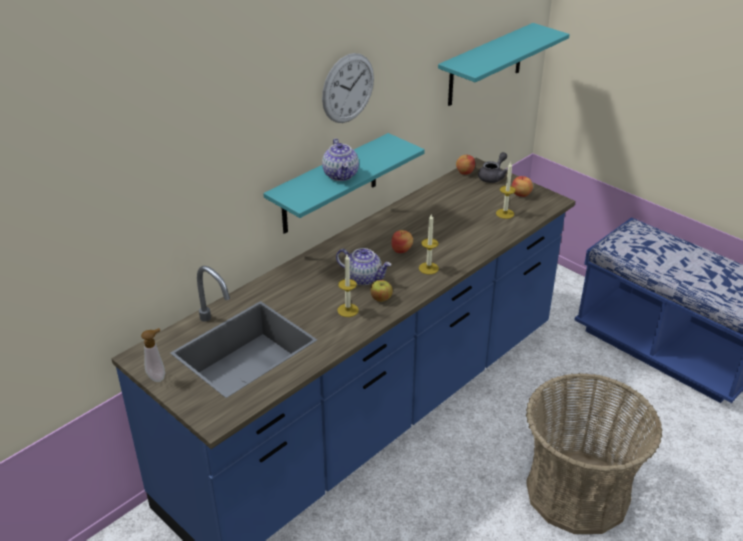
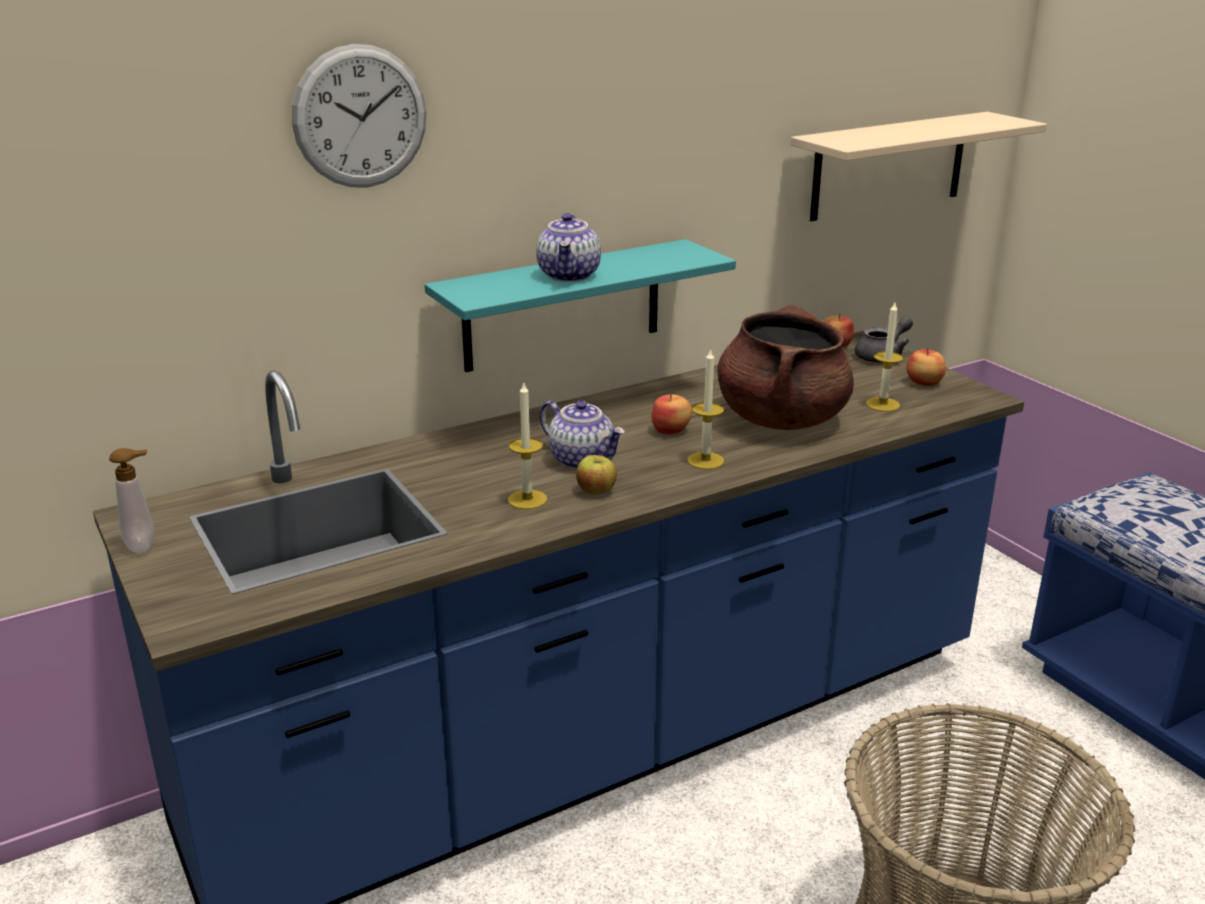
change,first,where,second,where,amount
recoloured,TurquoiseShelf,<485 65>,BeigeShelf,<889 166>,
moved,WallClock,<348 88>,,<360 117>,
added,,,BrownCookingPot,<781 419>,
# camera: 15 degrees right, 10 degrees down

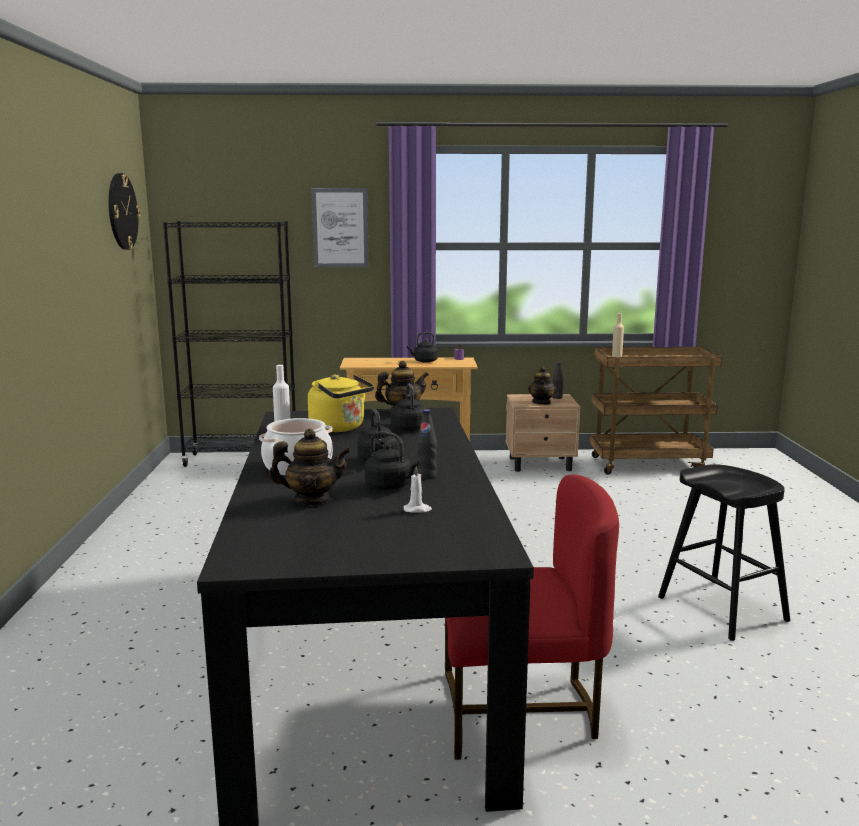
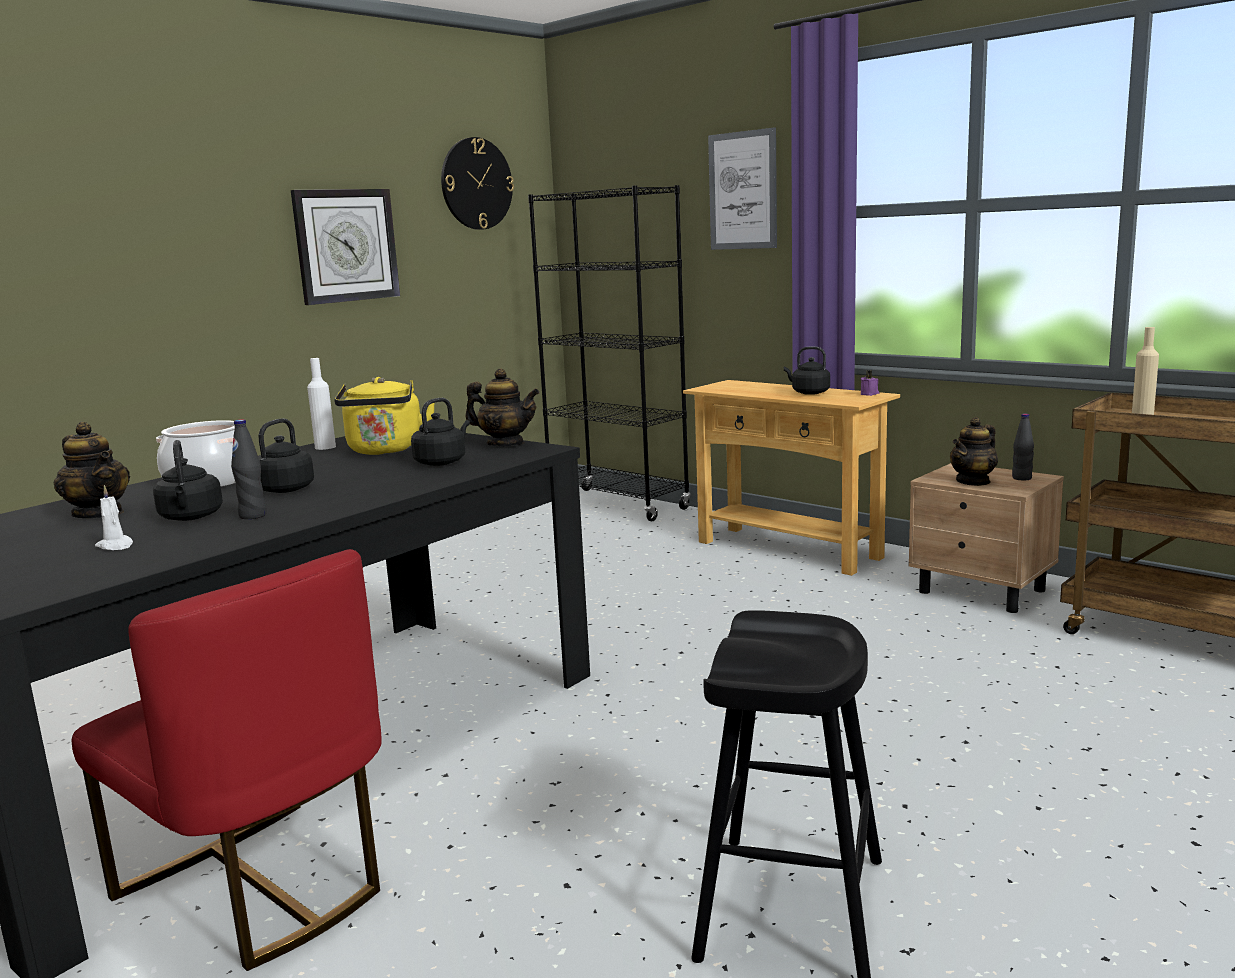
change,first,where,second,where,amount
added,,,WallClock,<346 245>,
# camera: 45 degrees right, 0 degrees up

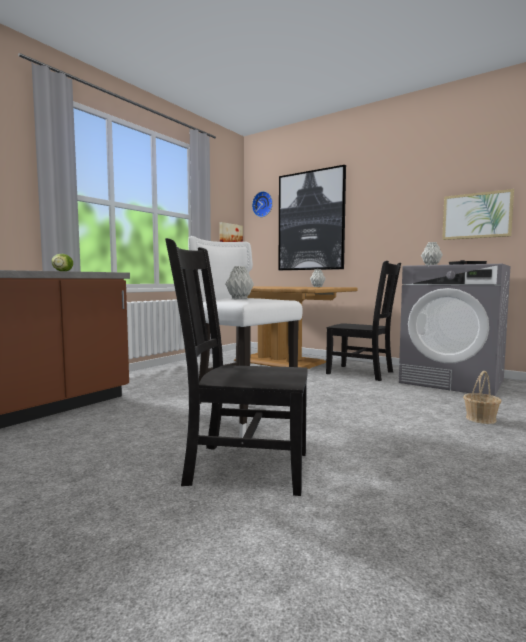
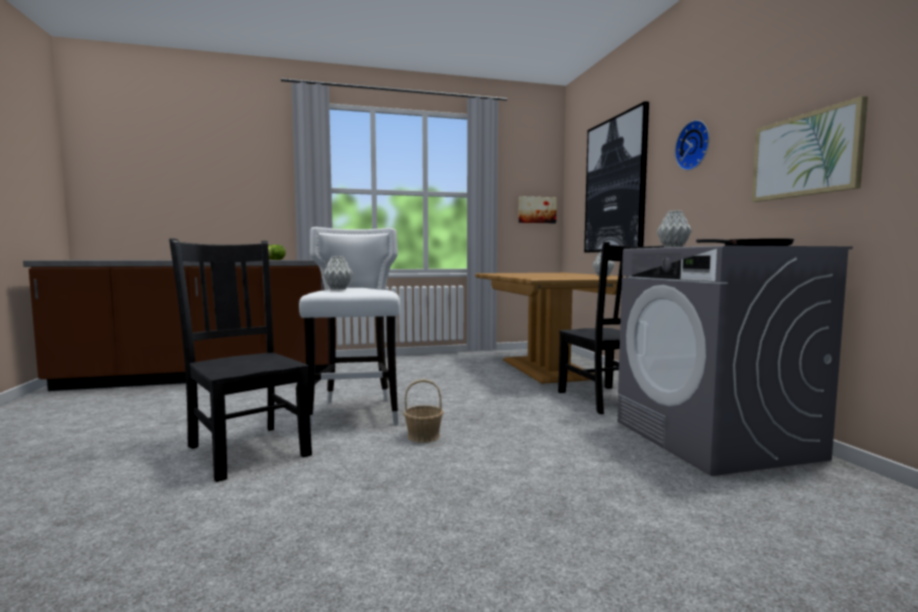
change,first,where,second,where,amount
moved,WallClock,<263 204>,,<694 145>,
moved,Basket,<481 419>,,<424 436>,
# camera: 40 degrees right, 0 degrees up

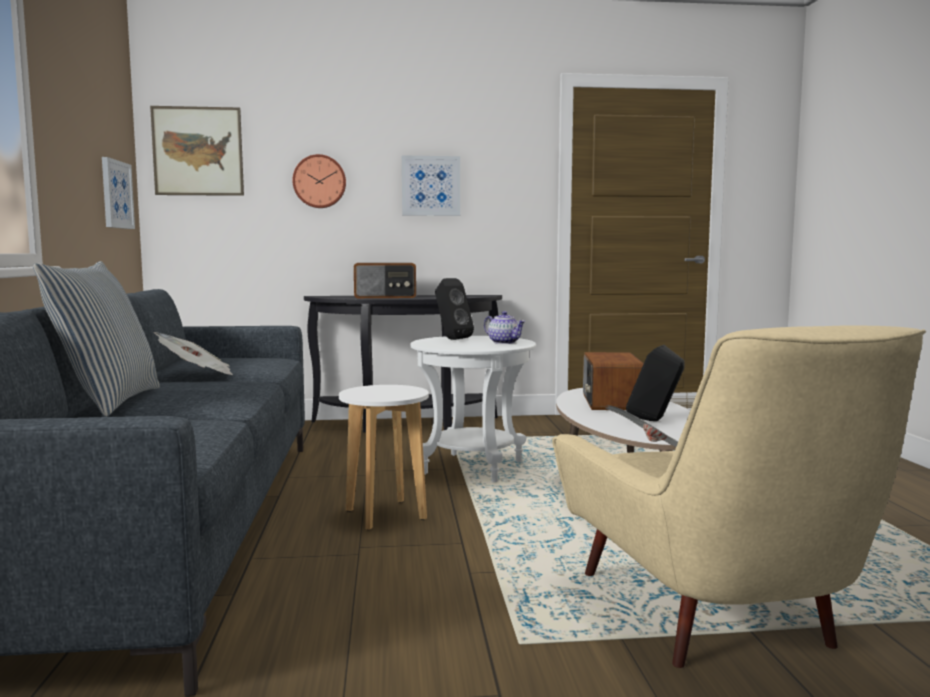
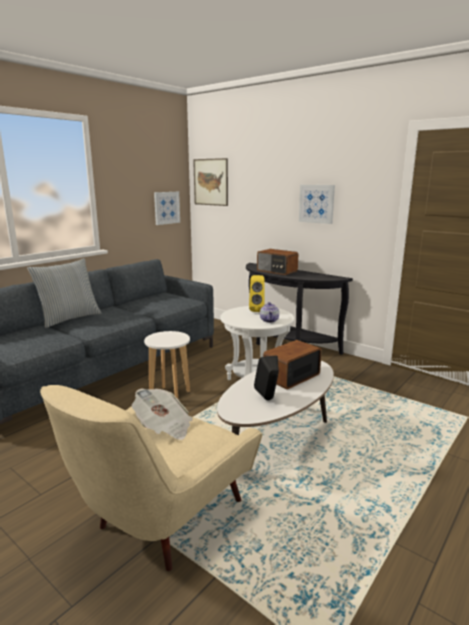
change,first,where,second,where,amount
removed,WallClock,<319 181>,,,
recoloured,BlackSpeaker,<451 339>,YellowSpeaker,<257 310>,
removed,Newspaper,<197 374>,,,
# camera: 45 degrees right, 10 degrees up

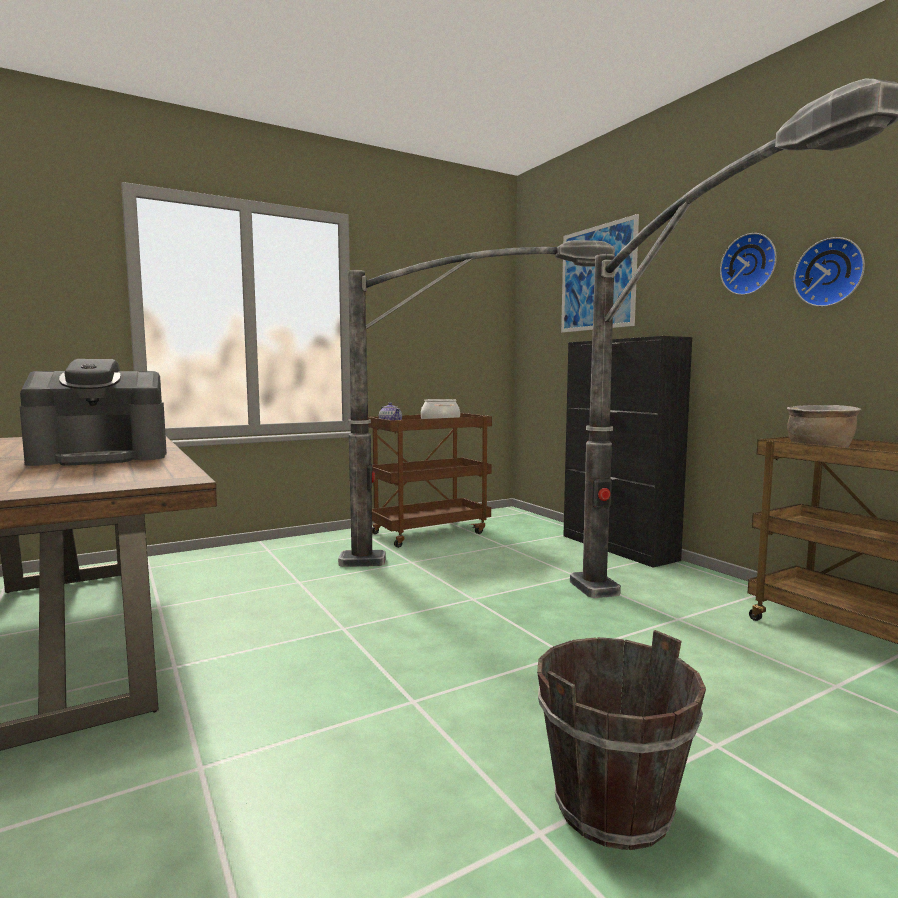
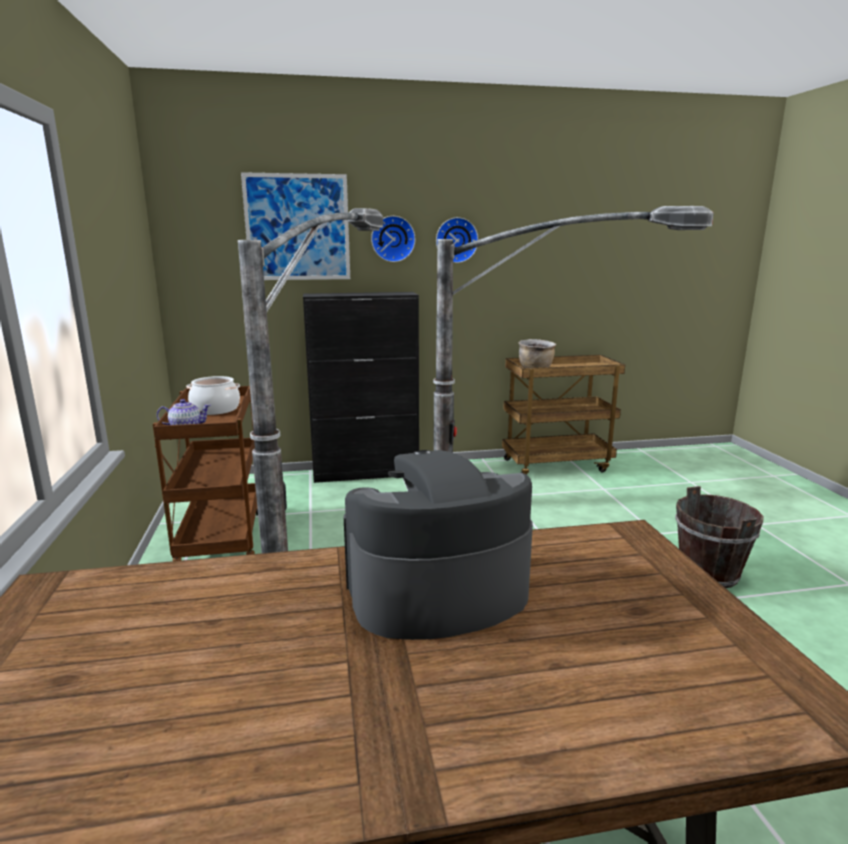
change,first,where,second,where,amount
moved,WallClock,<830 273>,,<392 239>,
turned,CoffeeMachine,<101 457>,,<436 591>,105 degrees counterclockwise
# camera: 70 degrees left, 10 degrees up

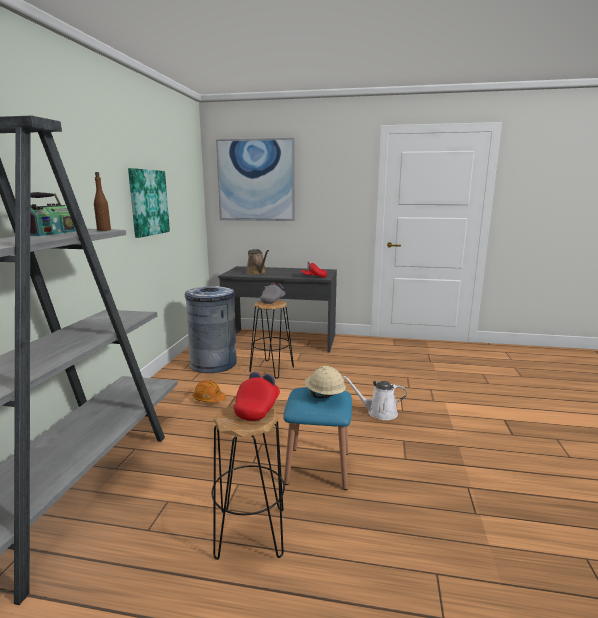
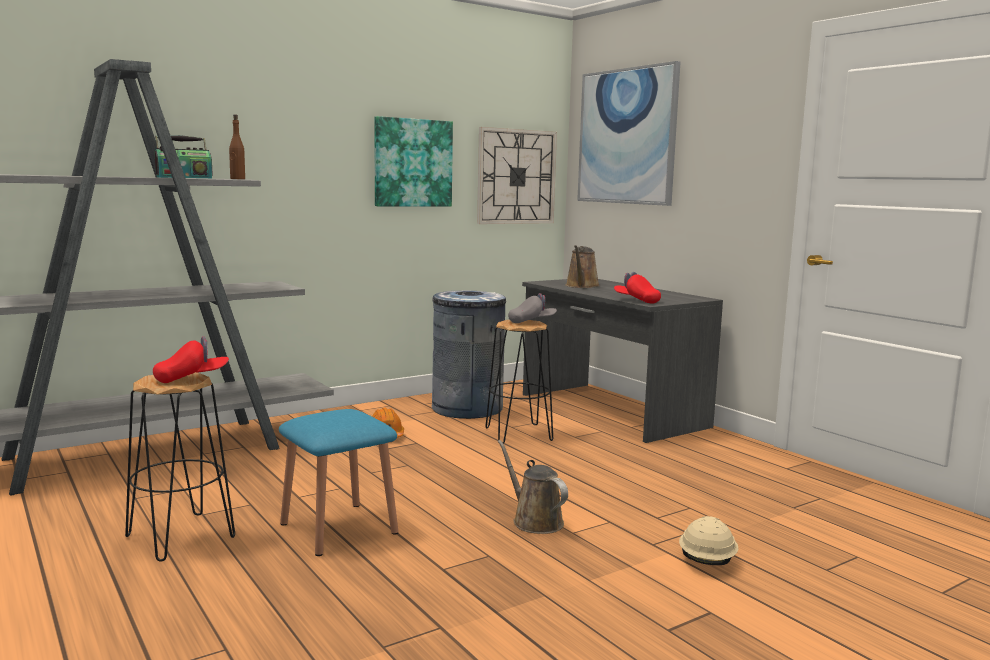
change,first,where,second,where,amount
moved,BeigeHardHat,<324 395>,,<706 561>,
recoloured,WhiteWateringCan,<379 412>,BrownWateringCan,<534 521>,
added,,,WallClock,<516 177>,
# camera: 45 degrees right, 5 degrees down

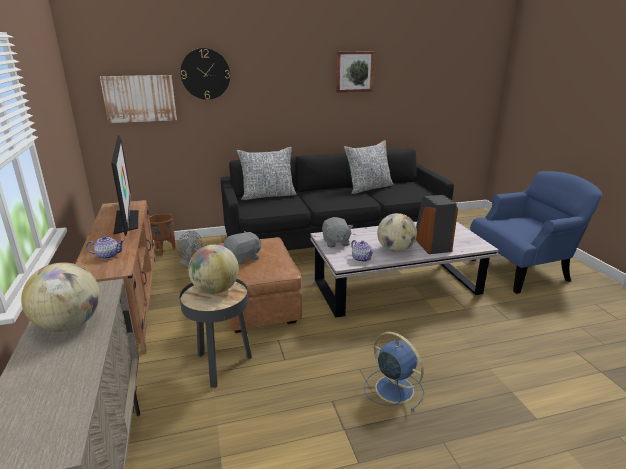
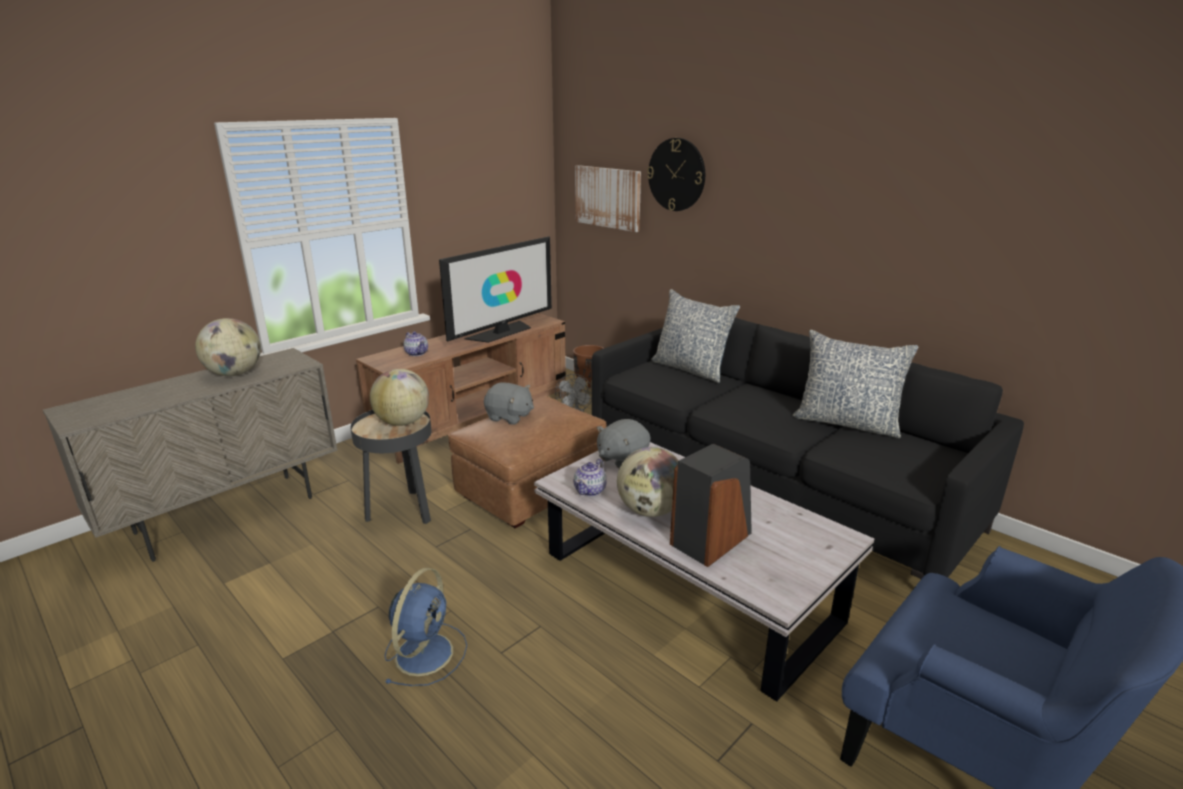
change,first,where,second,where,amount
removed,Picture,<354 71>,,,
# camera: 60 degrees right, 0 degrees up

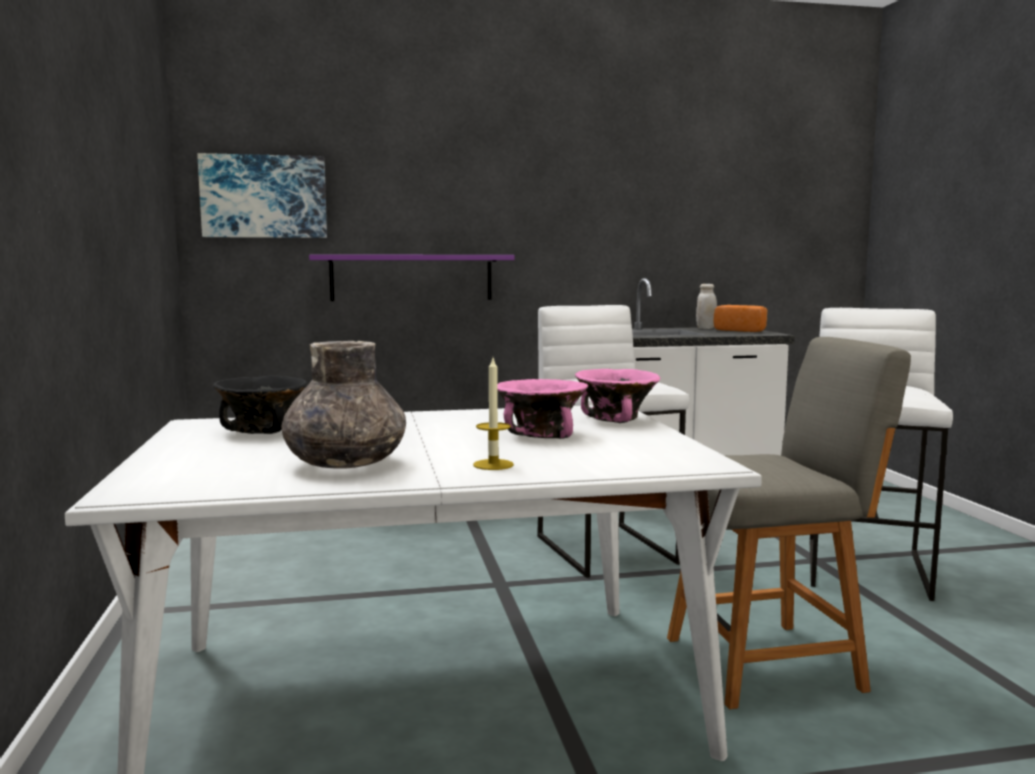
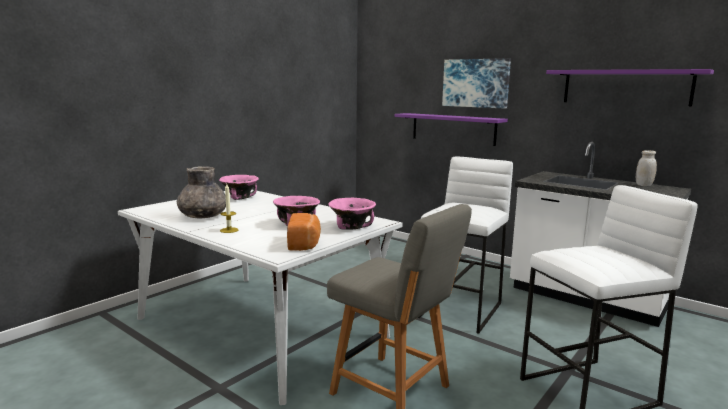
change,first,where,second,where,amount
moved,Picture,<264 196>,,<476 83>,
moved,Bread,<741 330>,,<305 243>,
recoloured,BlackBowl,<261 431>,PinkBowl,<239 198>,
added,,,PurpleShelf,<625 87>,
# camera: 50 degrees right, 5 degrees up

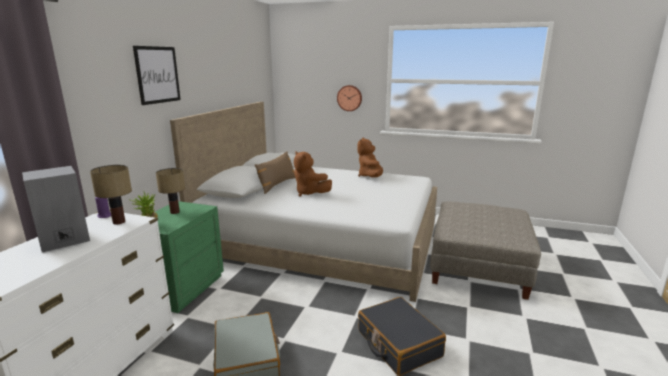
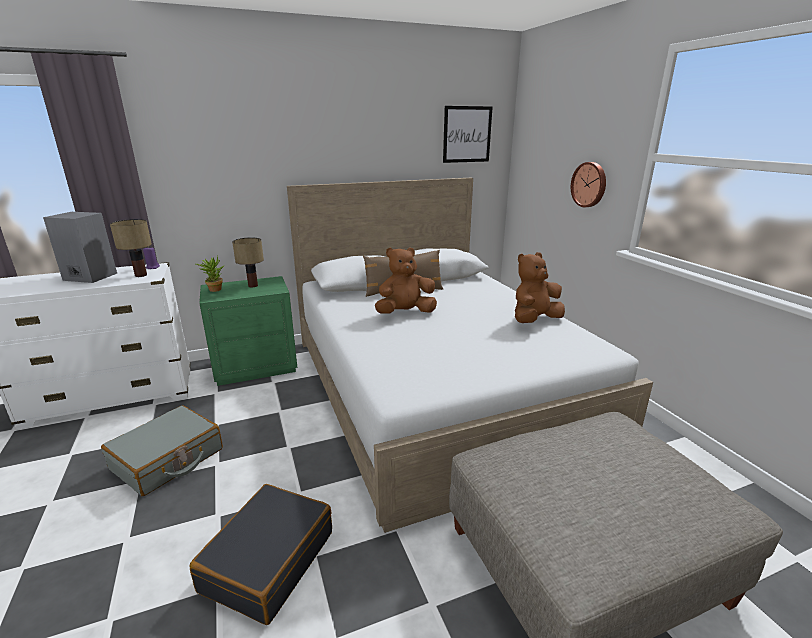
change,first,where,second,where,amount
moved,Picture,<157 75>,,<467 134>,
turned,BrownPlushToy,<309 193>,,<405 313>,60 degrees clockwise
# camera: 50 degrees right, 5 degrees up

